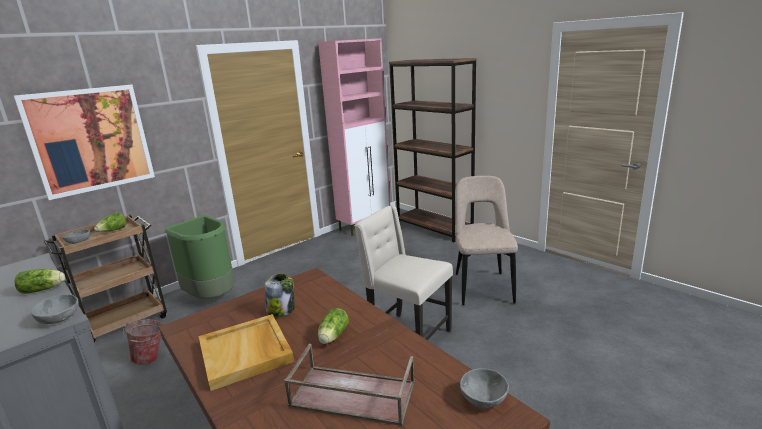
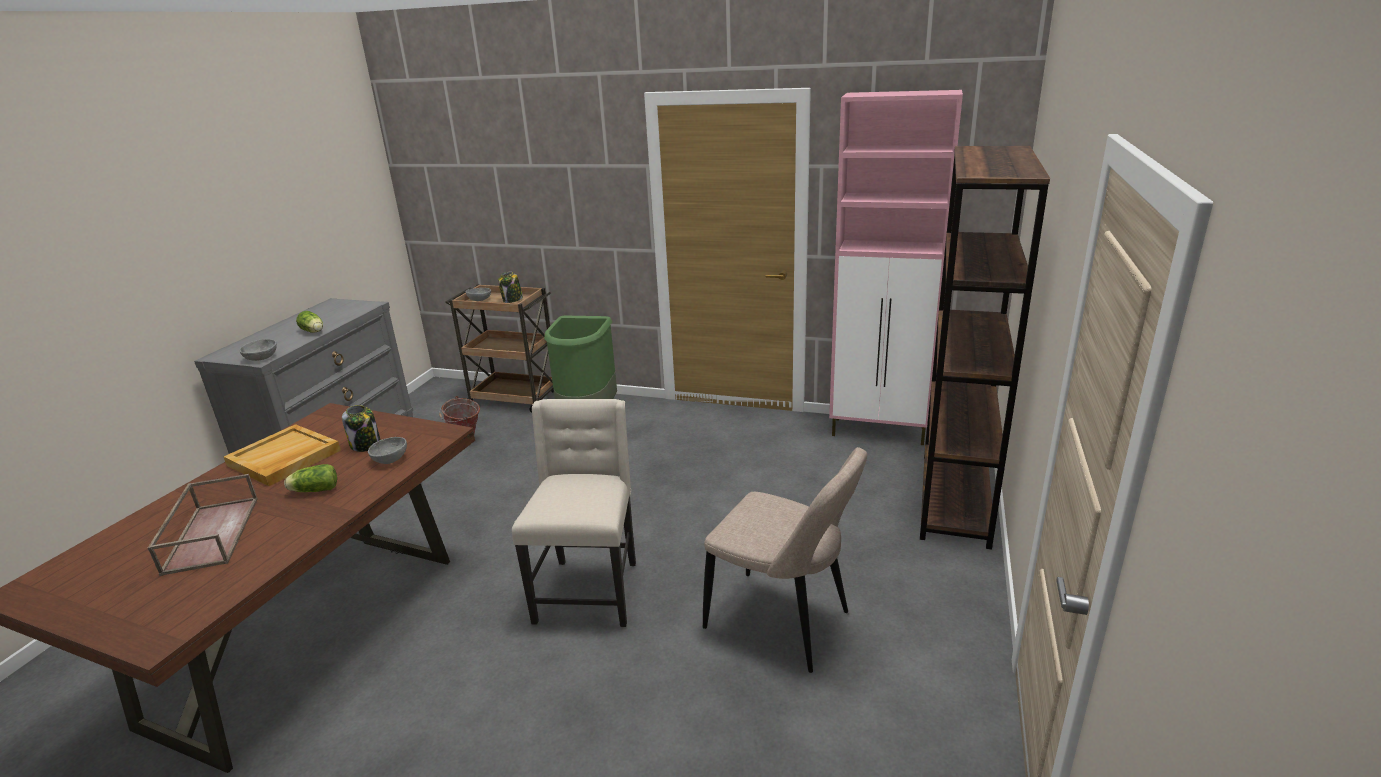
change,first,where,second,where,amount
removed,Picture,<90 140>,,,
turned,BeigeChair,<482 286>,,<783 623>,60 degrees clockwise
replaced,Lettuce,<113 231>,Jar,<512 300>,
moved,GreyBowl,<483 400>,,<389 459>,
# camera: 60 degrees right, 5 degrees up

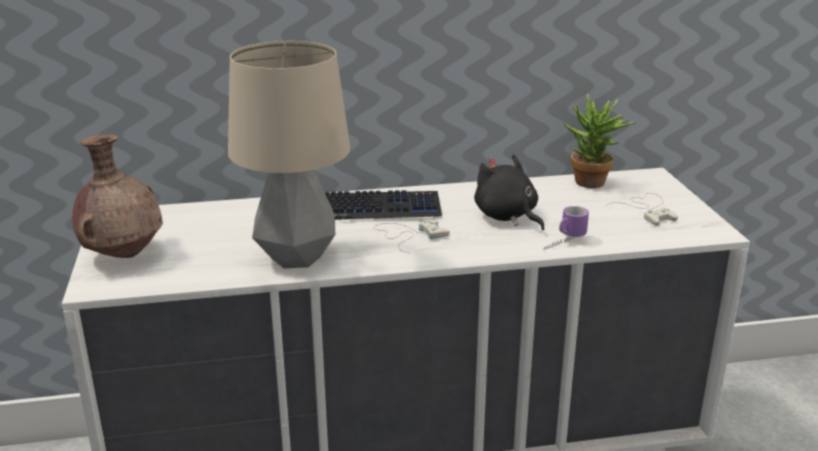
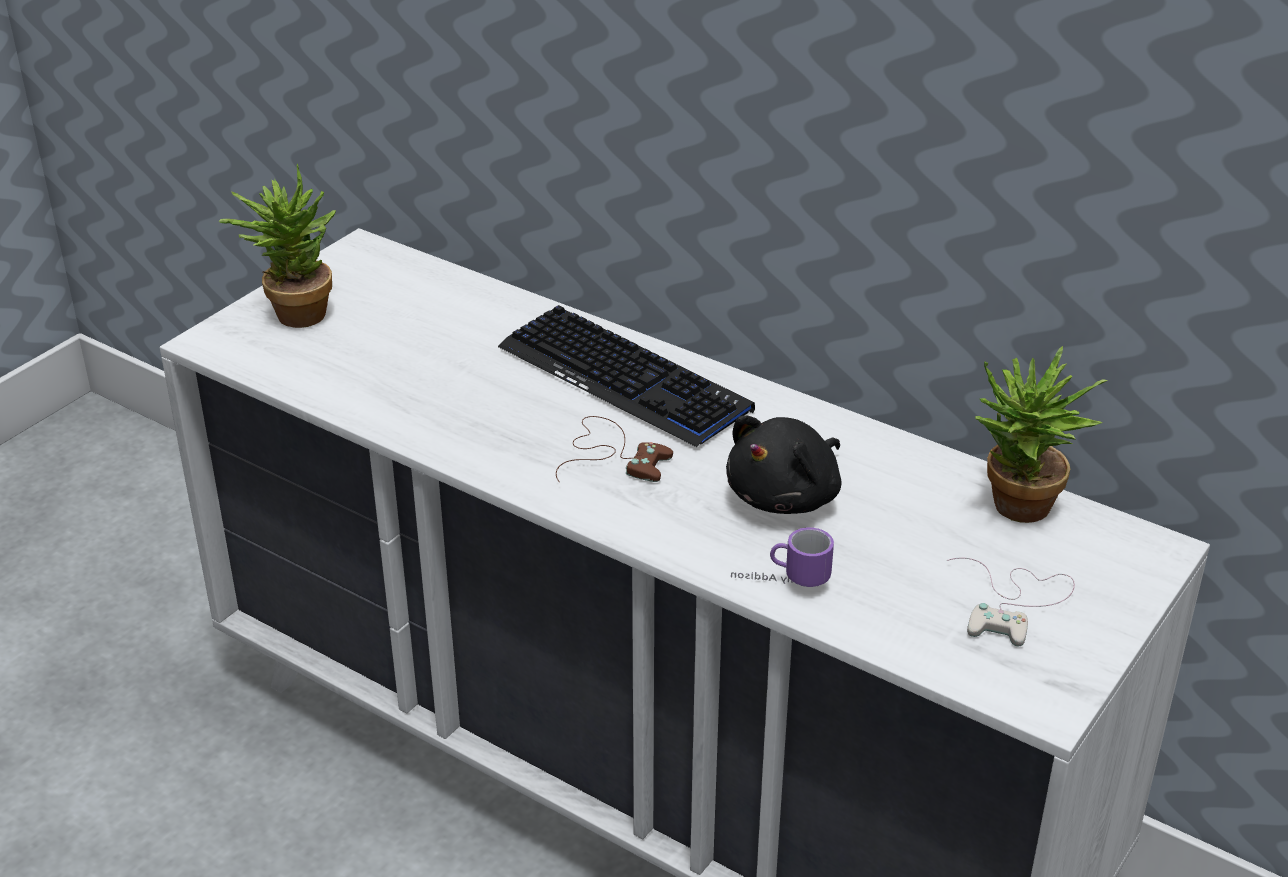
change,first,where,second,where,amount
removed,TableLamp,<296 258>,,,
replaced,BrownVase,<124 255>,PottedPlant,<293 312>,
turned,BlackPlushToy,<507 217>,,<787 497>,150 degrees counterclockwise
recoloured,WhiteGameController,<408 235>,BrownGameController,<612 454>,
# camera: 45 degrees right, 10 degrees up

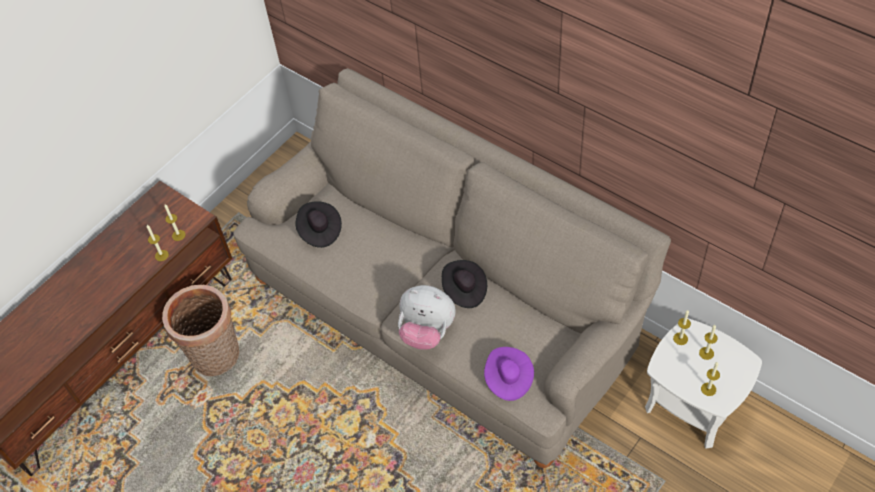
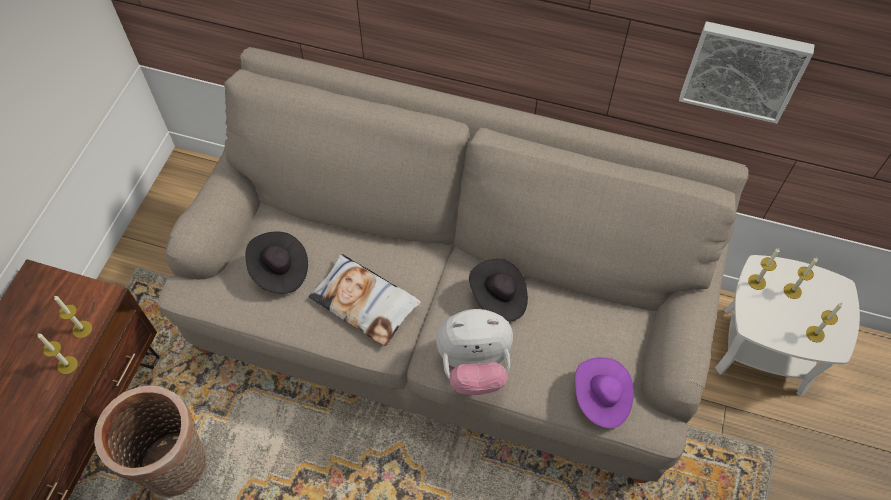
change,first,where,second,where,amount
added,,,Picture,<743 69>,
added,,,Pillow,<365 302>,
# camera: 25 degrees left, 5 degrees up

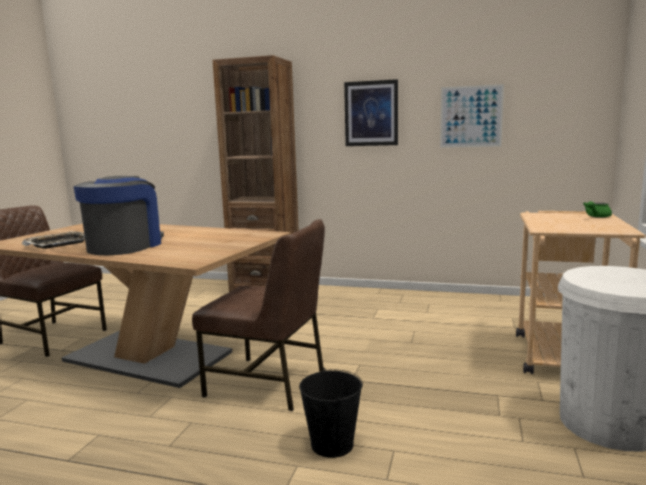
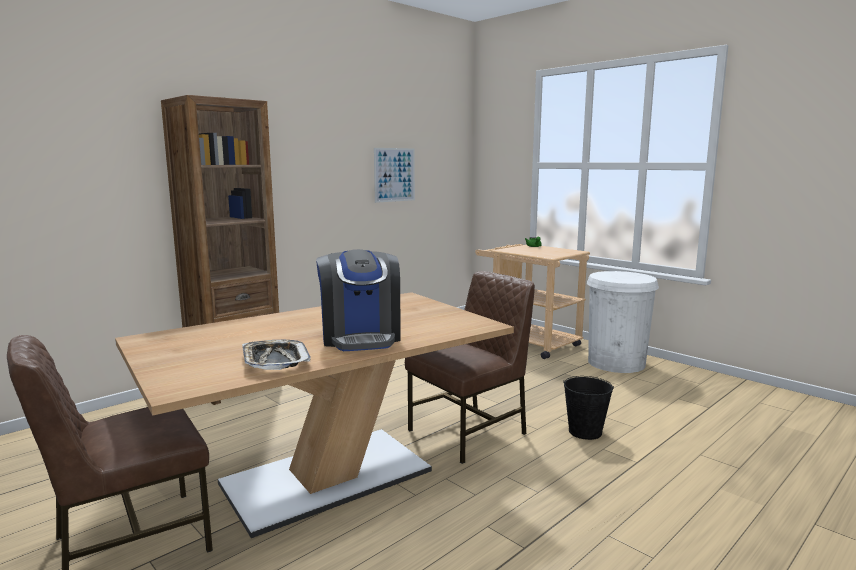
change,first,where,second,where,amount
removed,Picture,<371 113>,,,
turned,CoffeeMachine,<125 246>,,<361 337>,150 degrees counterclockwise
# camera: 60 degrees left, 0 degrees up

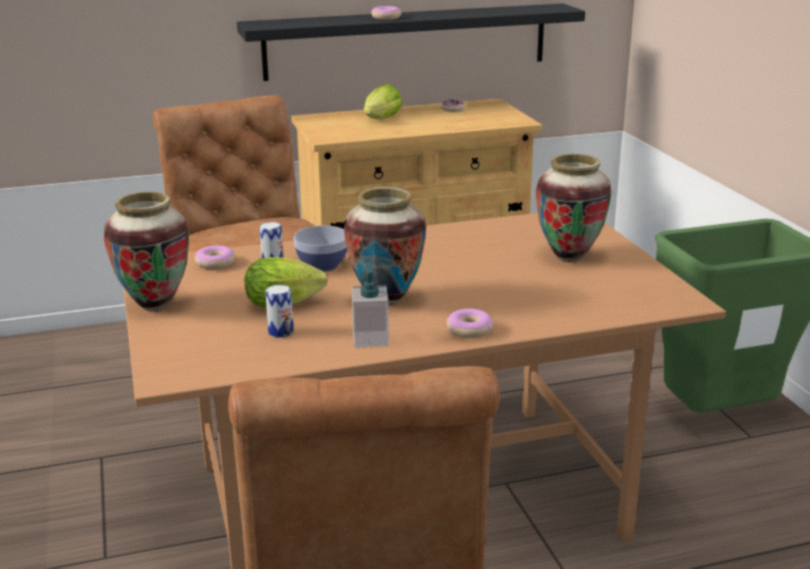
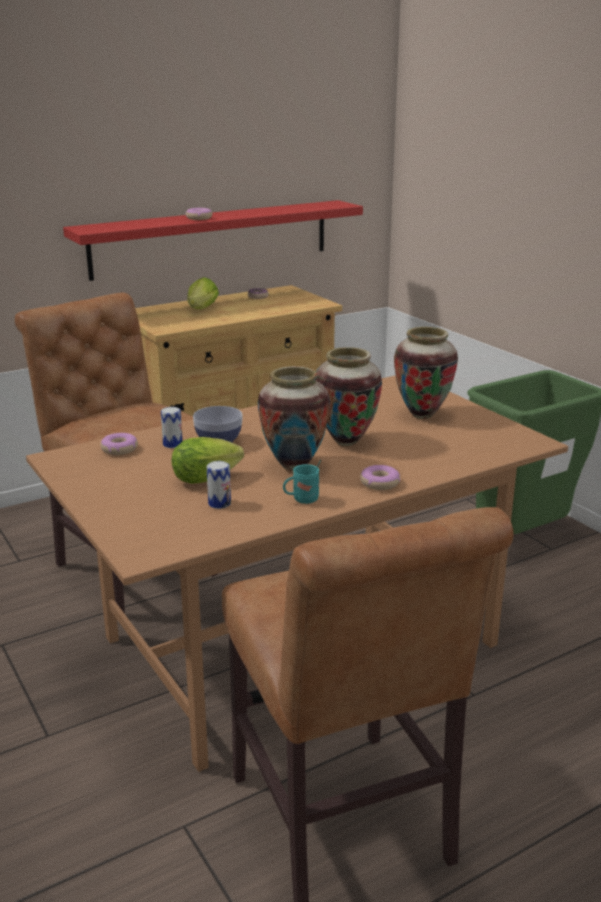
change,first,where,second,where,amount
recoloured,BlackShelf,<407 41>,RedShelf,<212 238>,
moved,Vase,<155 305>,,<346 441>,
replaced,SoapDispenser,<370 339>,TurquoiseMug,<302 500>,
# camera: 15 degrees left, 0 degrees up

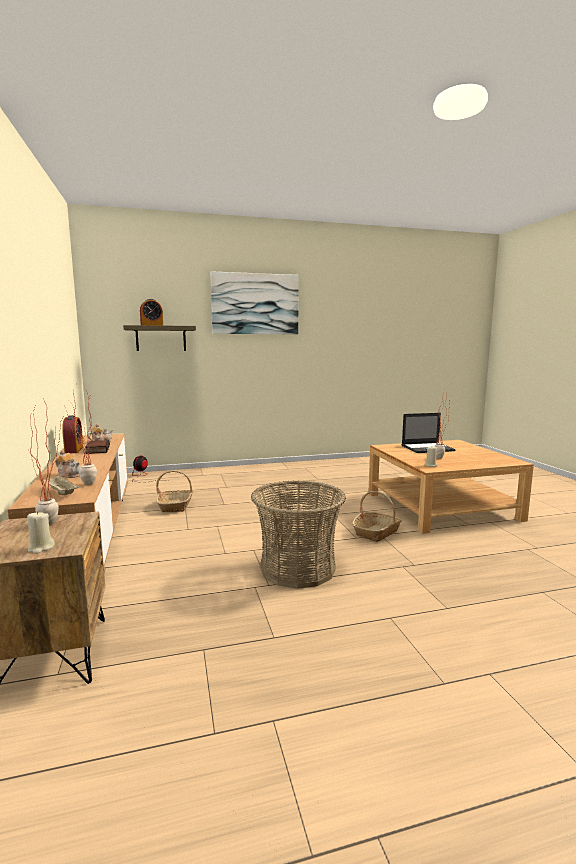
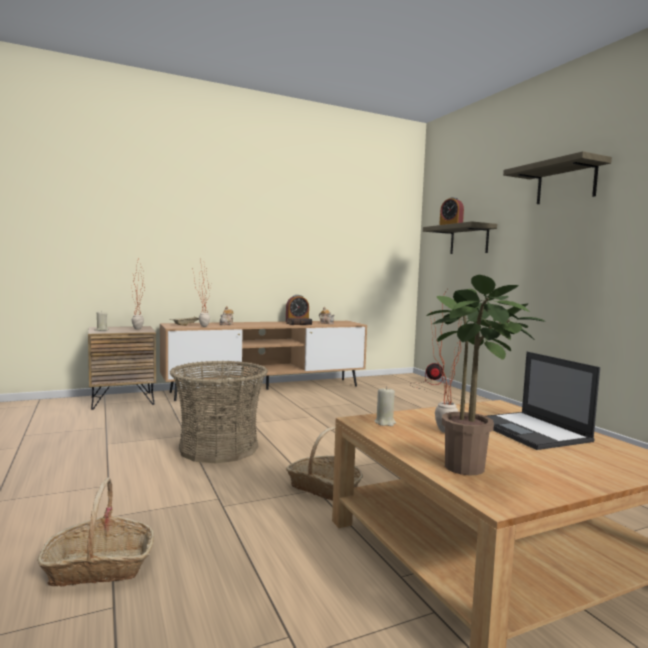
change,first,where,second,where,amount
replaced,Picture,<255 304>,Shelf,<566 183>,
moved,Basket,<176 506>,,<99 566>,
added,,,PottedPlant,<471 469>,
# camera: 80 degrees right, 5 degrees down

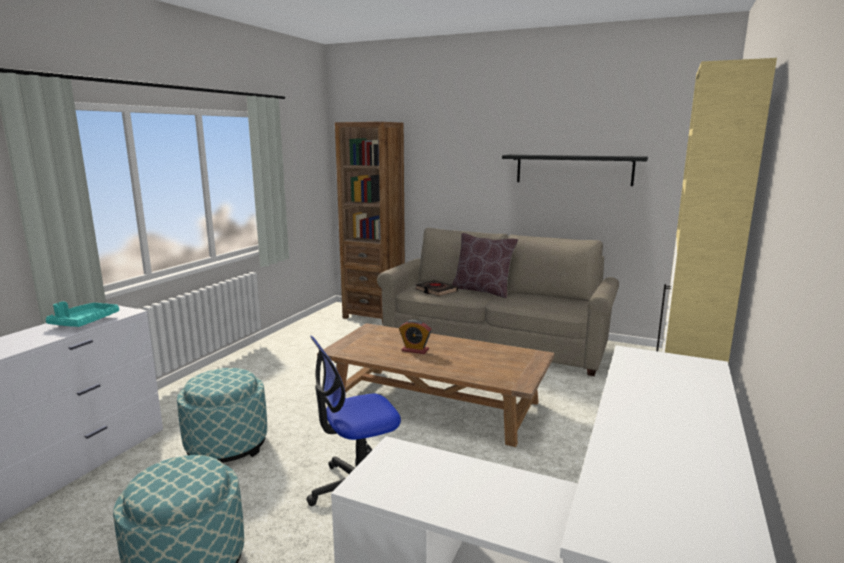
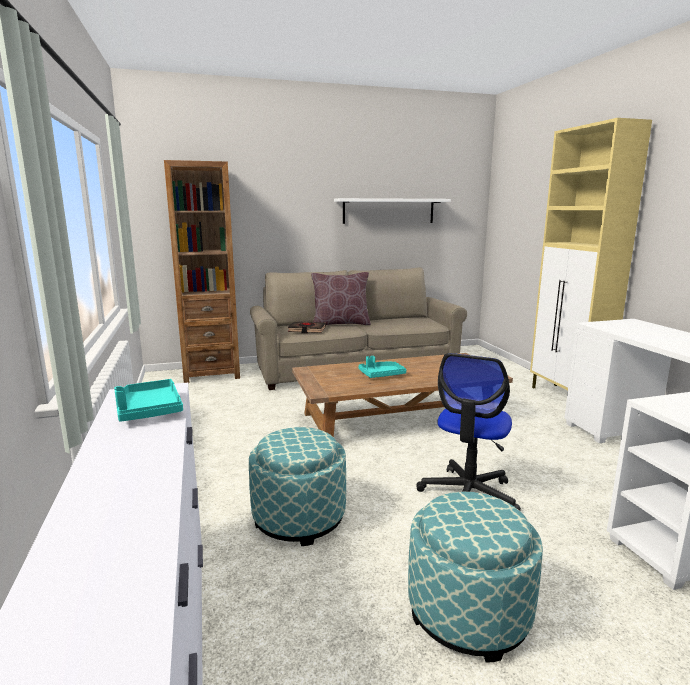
change,first,where,second,where,amount
recoloured,BlackShelf,<573 169>,WhiteShelf,<388 211>,
replaced,AlarmClock,<415 350>,TurquoiseTray,<381 375>,
# camera: 40 degrees left, 0 degrees up

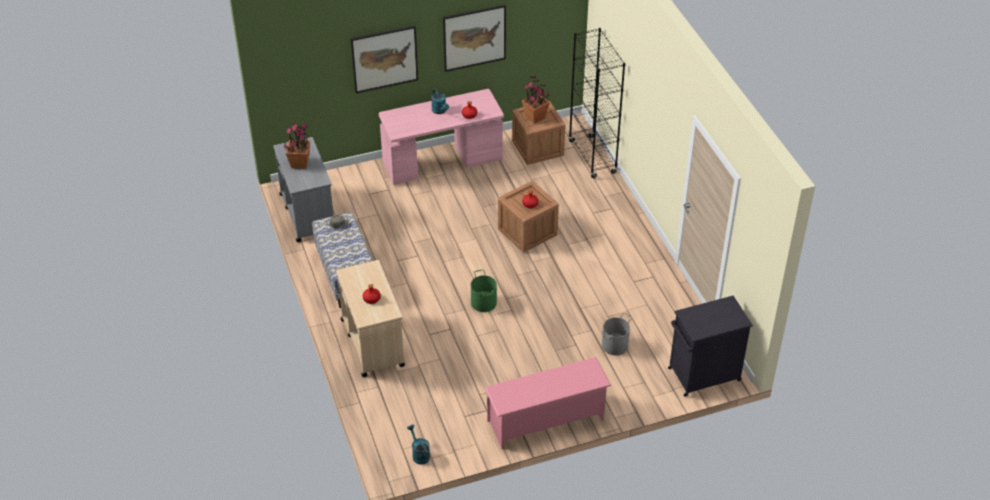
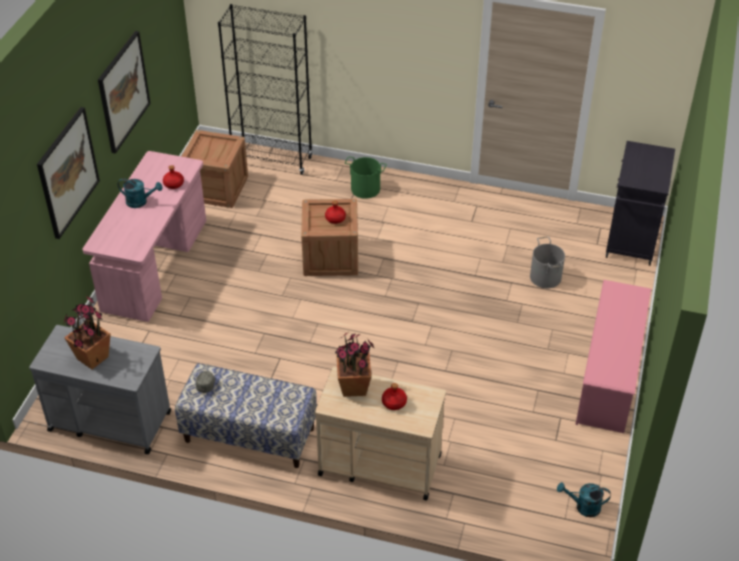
change,first,where,second,where,amount
moved,PottedPlant,<535 117>,,<354 387>,
moved,GreenBucket,<483 302>,,<365 189>,
# camera: 55 degrees left, 0 degrees up

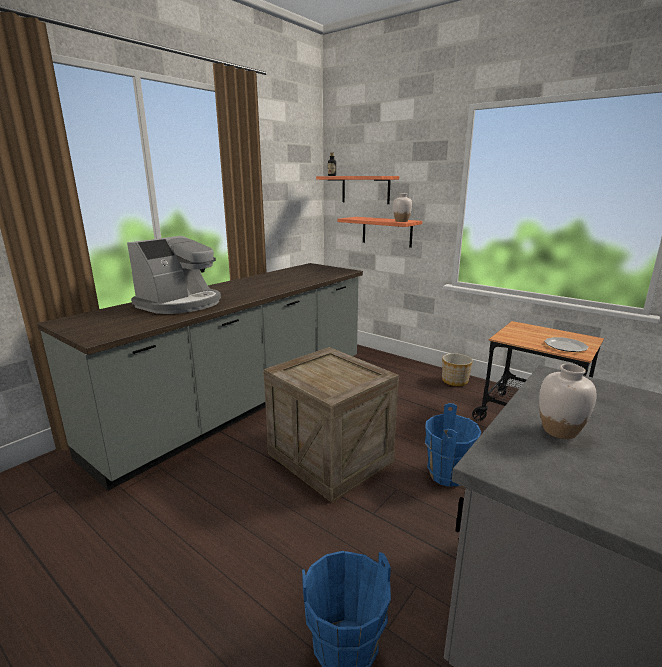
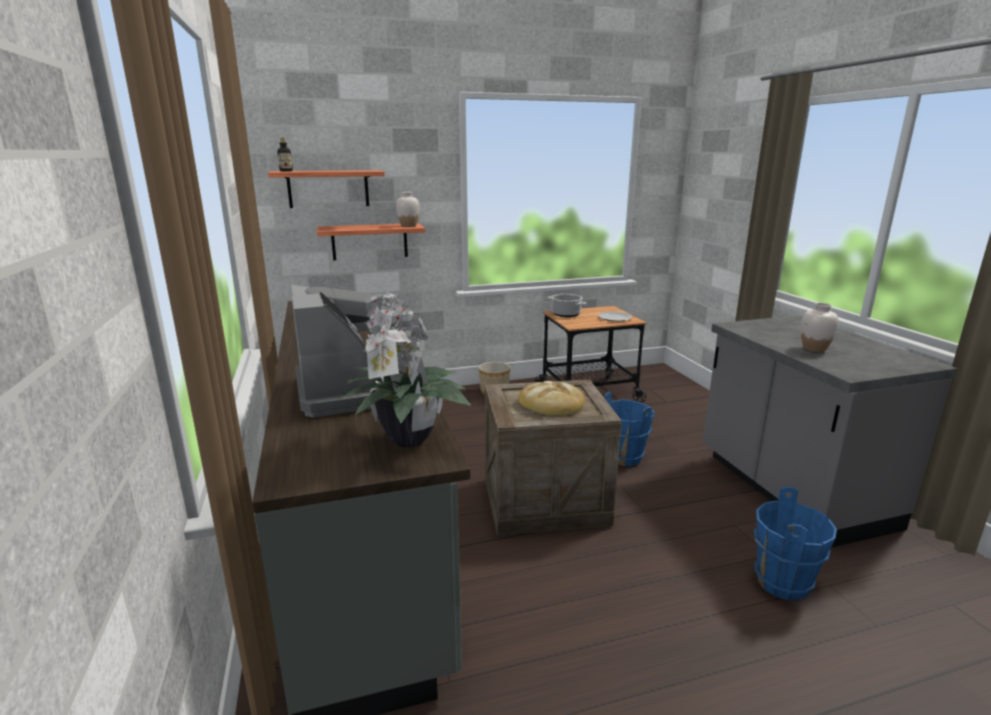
change,first,where,second,where,amount
added,,,PottedPlant,<406 442>,
added,,,CookingPot,<566 314>,
added,,,Bread,<551 403>,
# camera: 55 degrees left, 0 degrees up

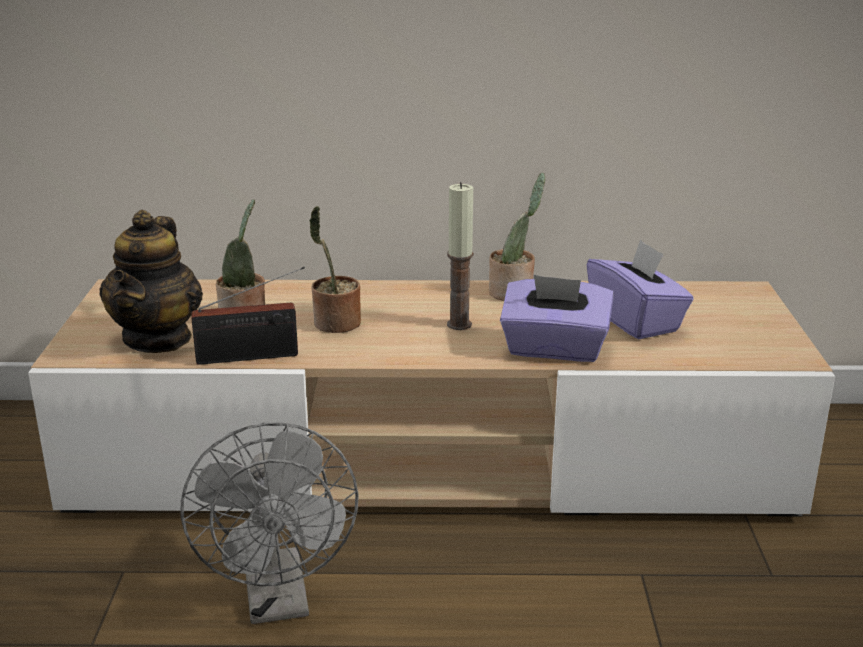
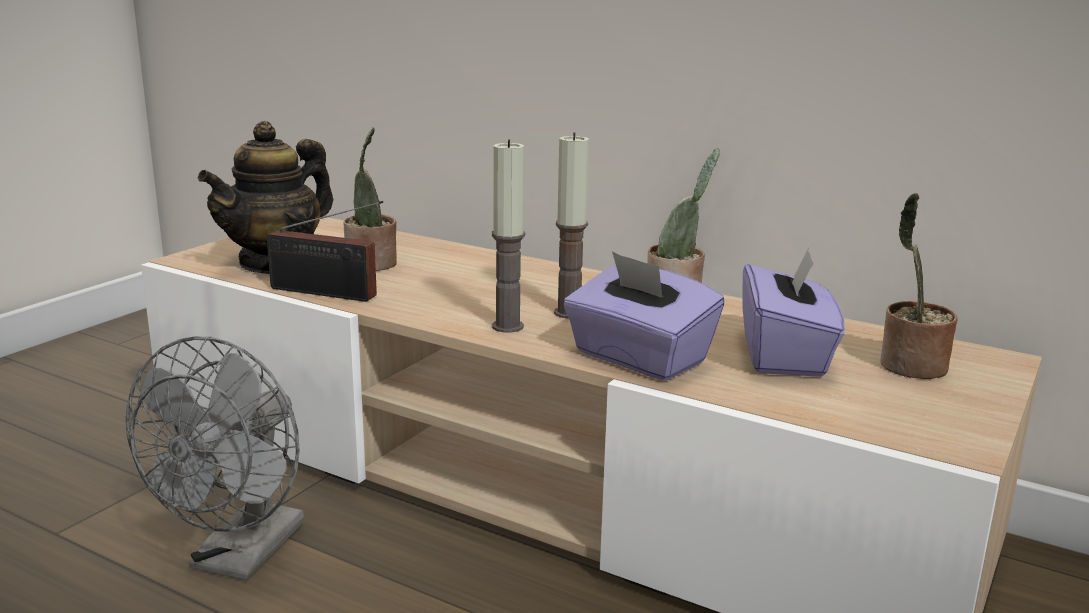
change,first,where,second,where,amount
moved,PottedPlant,<335 324>,,<909 367>,
added,,,Candle,<508 326>,
# camera: 30 degrees right, 5 degrees down

